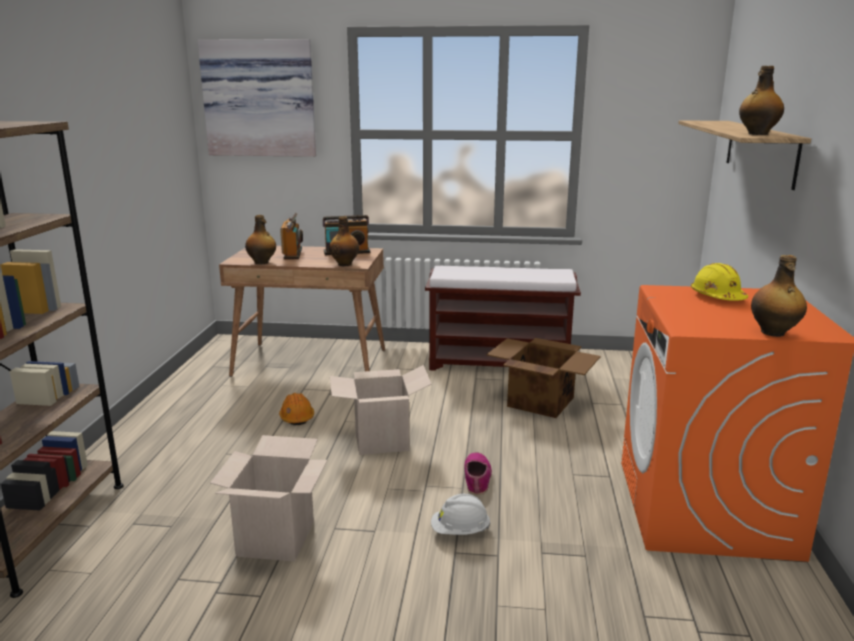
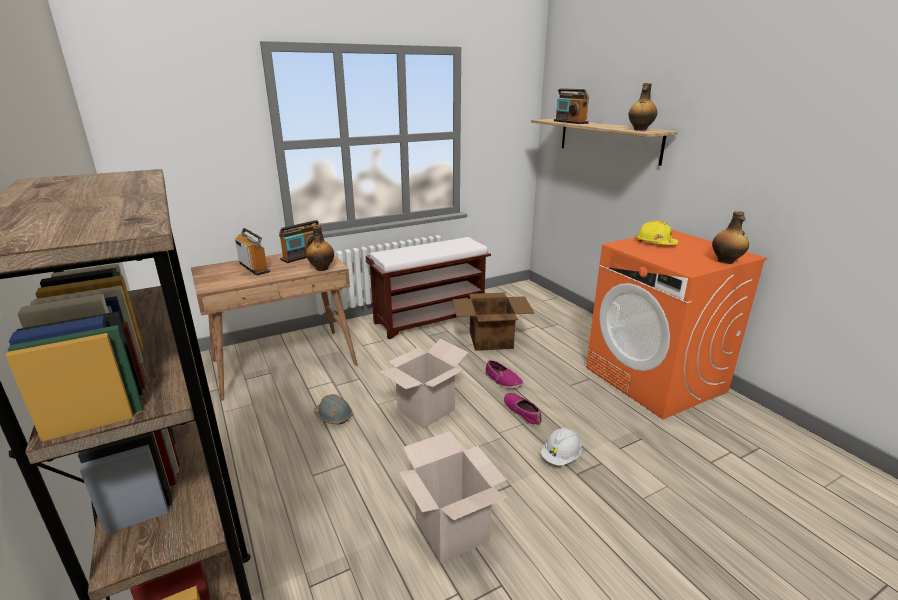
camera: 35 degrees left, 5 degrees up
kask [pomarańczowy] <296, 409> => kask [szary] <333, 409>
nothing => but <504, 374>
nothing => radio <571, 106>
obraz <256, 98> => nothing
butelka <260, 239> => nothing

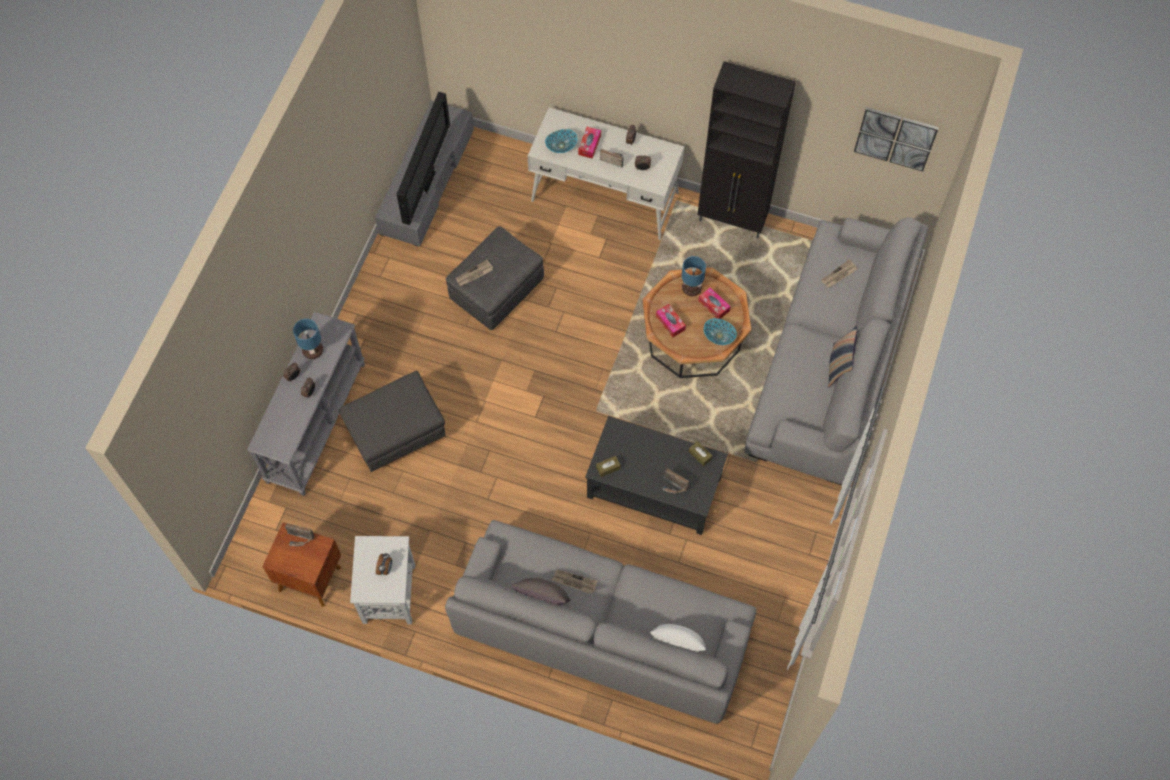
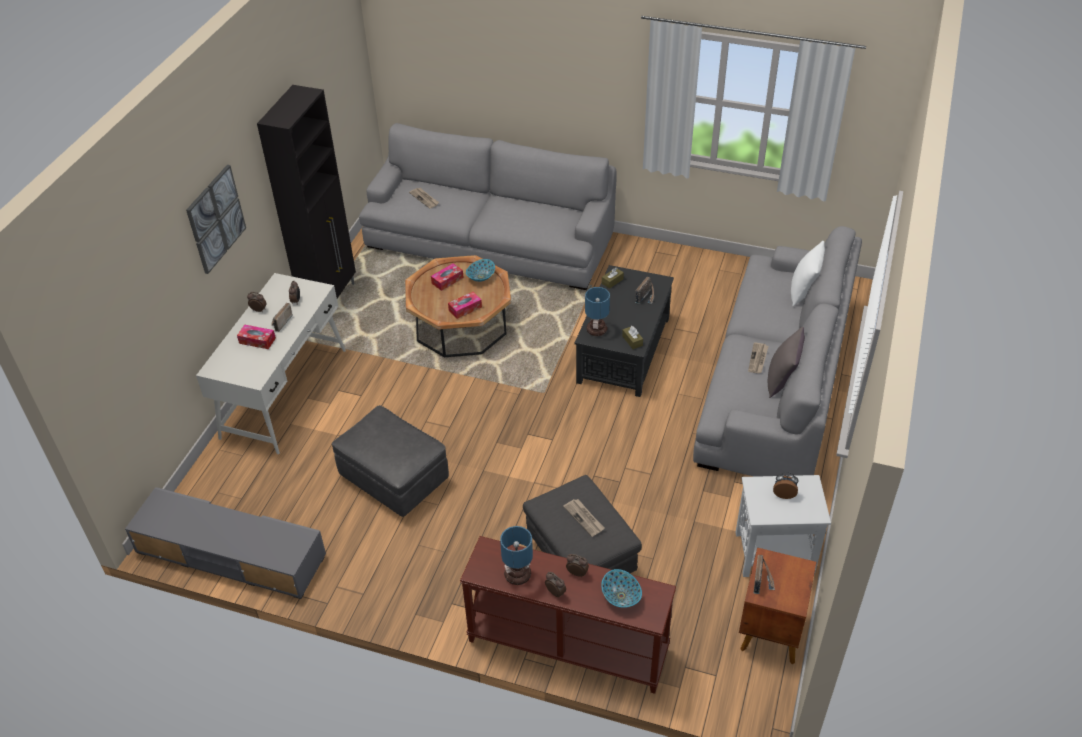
camera: 90 degrees left, 20 degrees down
obraz <896, 139> => obraz <216, 219>, shifted
stolik konsolowy [szary] <306, 404> => stolik konsolowy [brązowy] <568, 615>
gazeta <474, 273> => gazeta <584, 518>, shifted
lampa stołowa <693, 276> => lampa stołowa <597, 311>, shifted
miska <561, 141> => miska <621, 588>, shifted
telewizor <423, 158> => nothing
poduszka <842, 356> => nothing

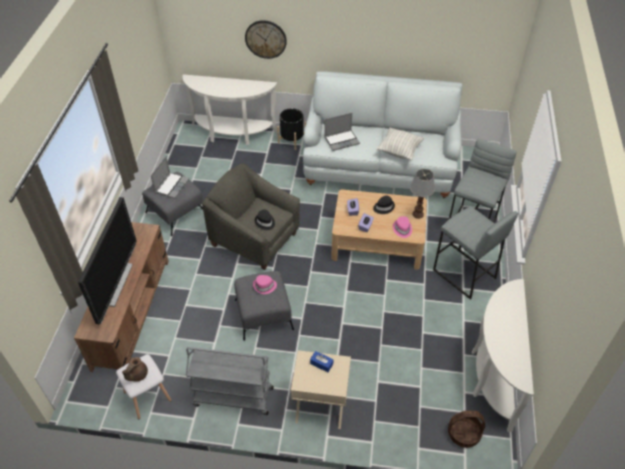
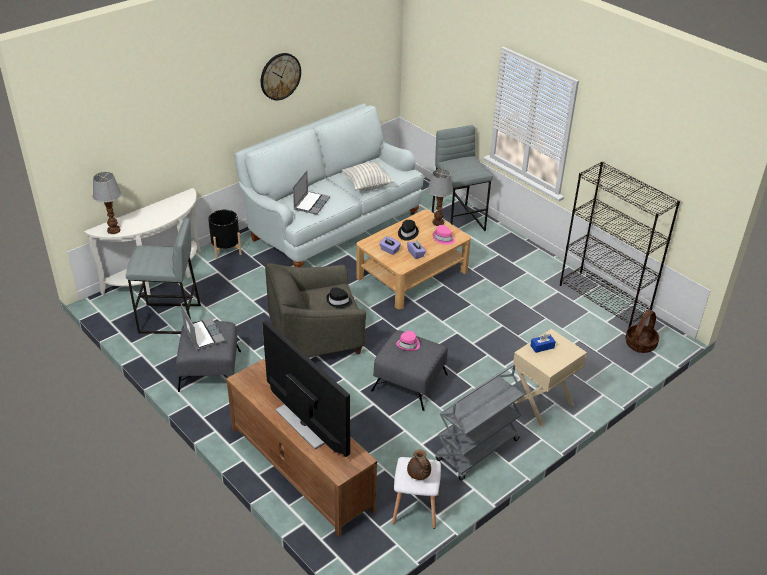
camera: 50 degrees left, 10 degrees down
nothing => lampa stołowa <107, 203>
stołek [szary] <475, 253> => stołek [szary] <163, 276>, shifted
zegar ścienny <266, 39> => zegar ścienny <281, 76>, shifted
stolik konsolowy [biały] <502, 355> => regał [czarny] <620, 244>

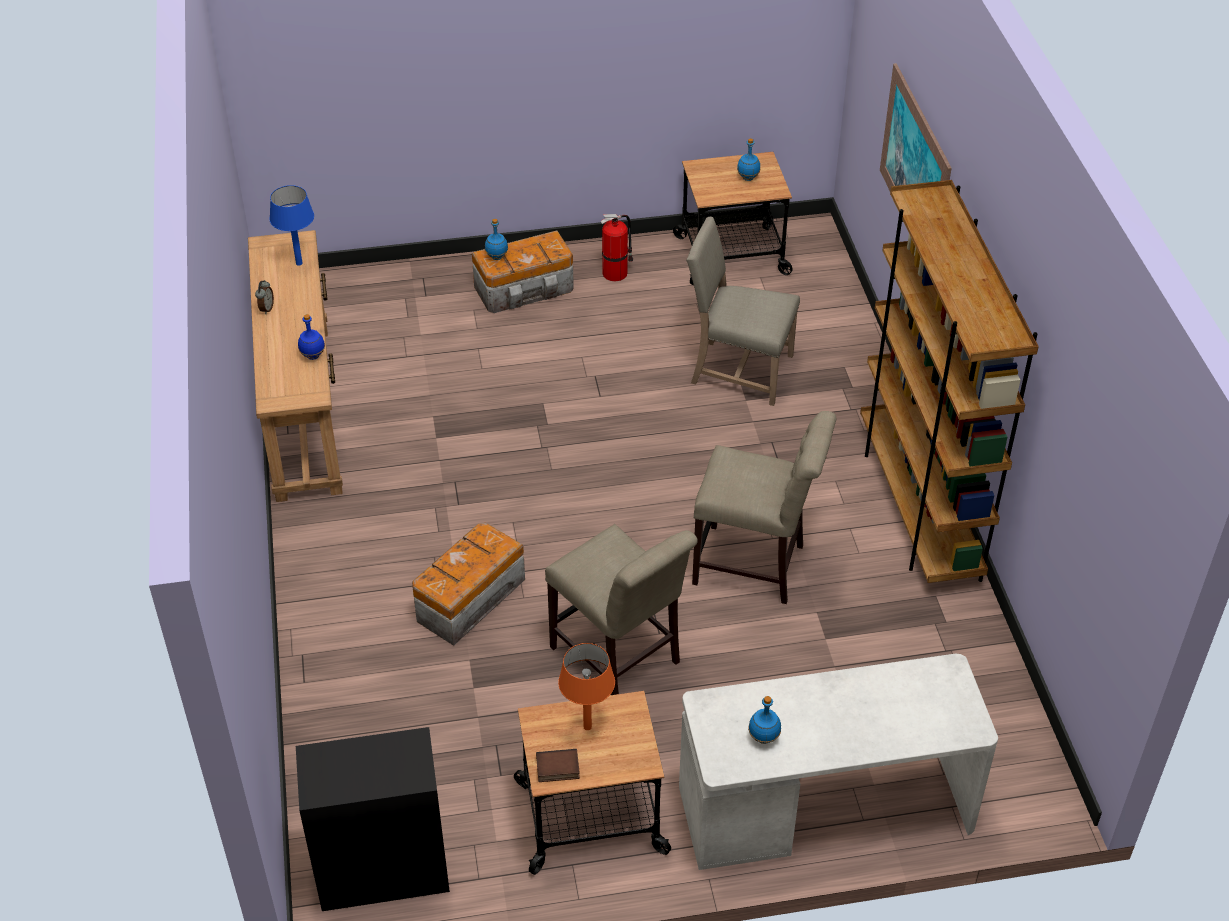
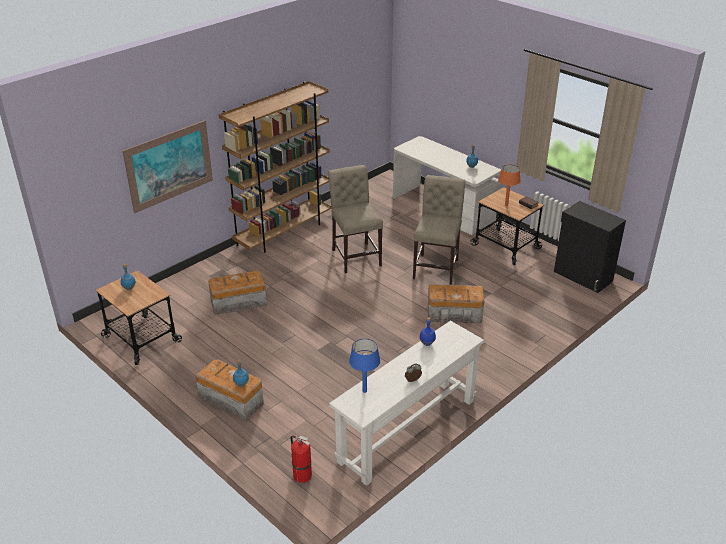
camera: 125 degrees left, 10 degrees down
krzesło [beżowy] <743, 311> => pojemnik do przechowywania <237, 293>
gaśnica <617, 247> => gaśnica <301, 459>, shifted
stolik konsolowy [brązowy] <295, 366> => stolik konsolowy [biały] <406, 403>

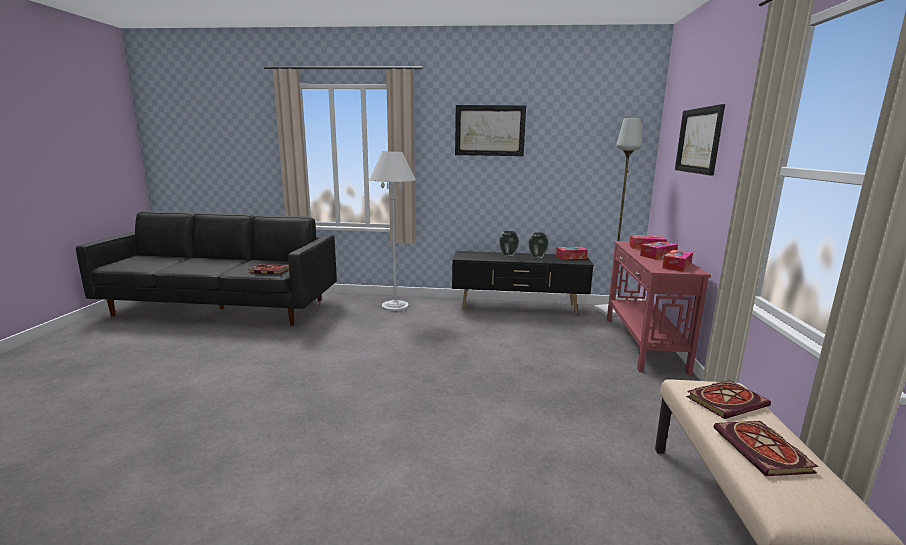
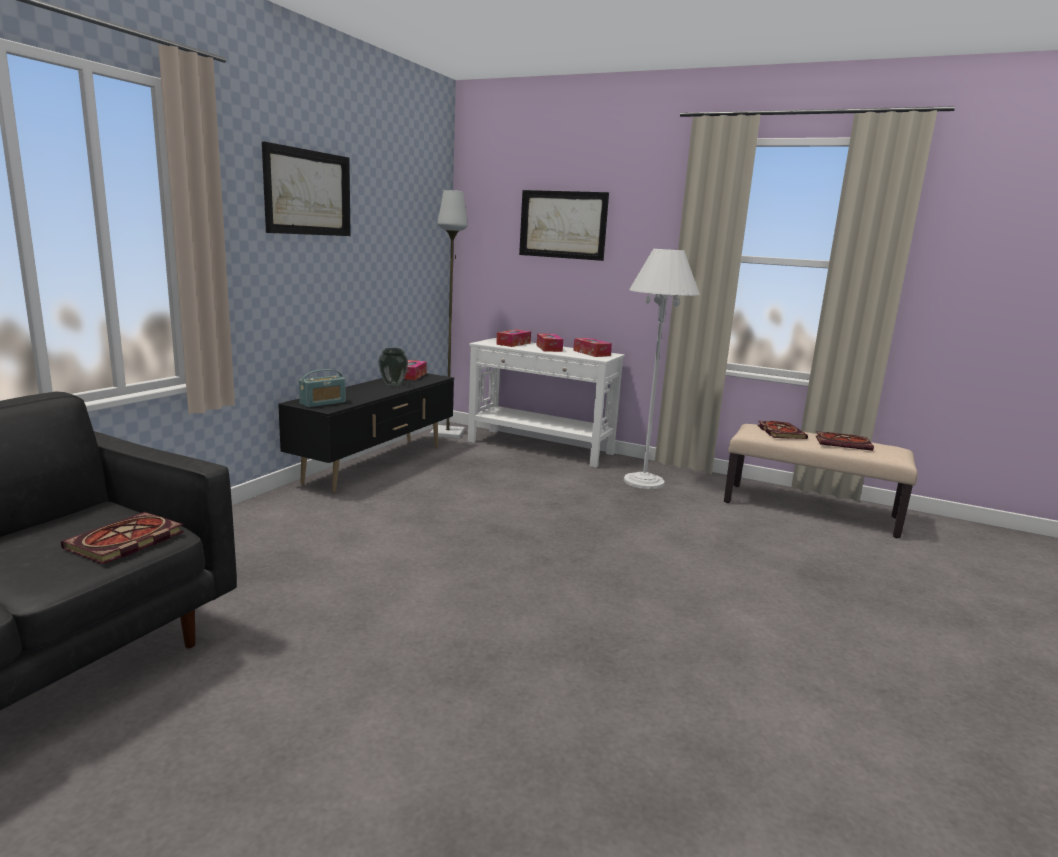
camera: 70 degrees left, 0 degrees up
nothing => radio <322, 388>
stolik konsolowy [czerwony] <659, 308> => stolik konsolowy [biały] <546, 403>
lampa stojąca [biały] <392, 231> => lampa stojąca [biały] <662, 369>, shifted
wazon <509, 244> => nothing

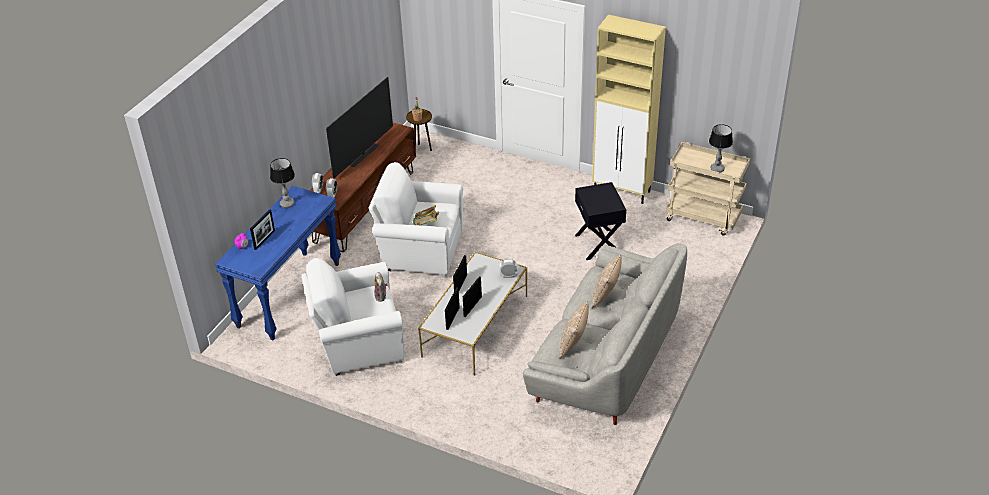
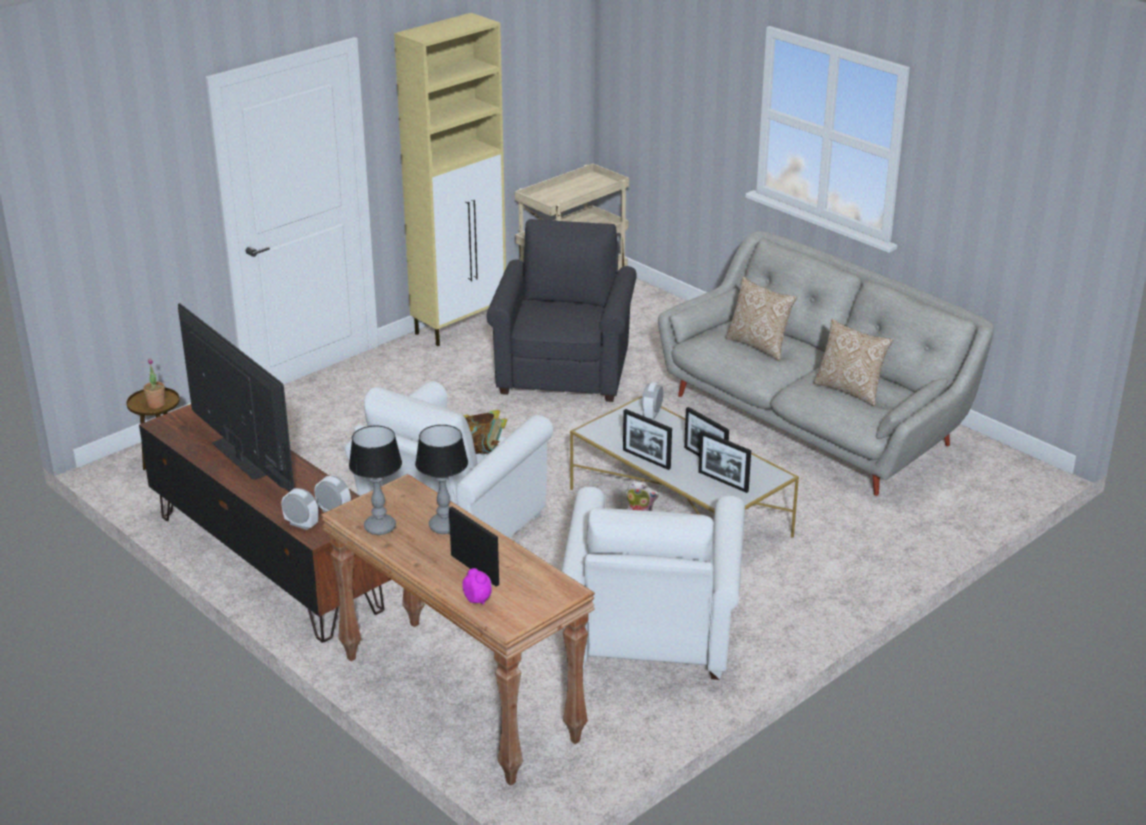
camera: 70 degrees left, 10 degrees down
stolik konsolowy [niebieski] <278, 263> => stolik konsolowy [brązowy] <458, 630>
lampa stołowa <721, 148> => lampa stołowa <441, 479>, shifted
stolik [czarny] <600, 221> => fotel [szary] <561, 310>

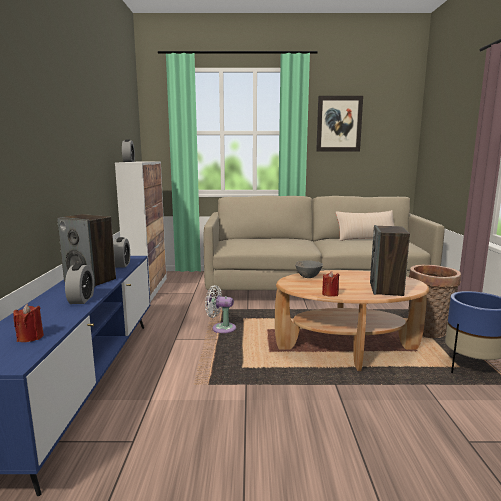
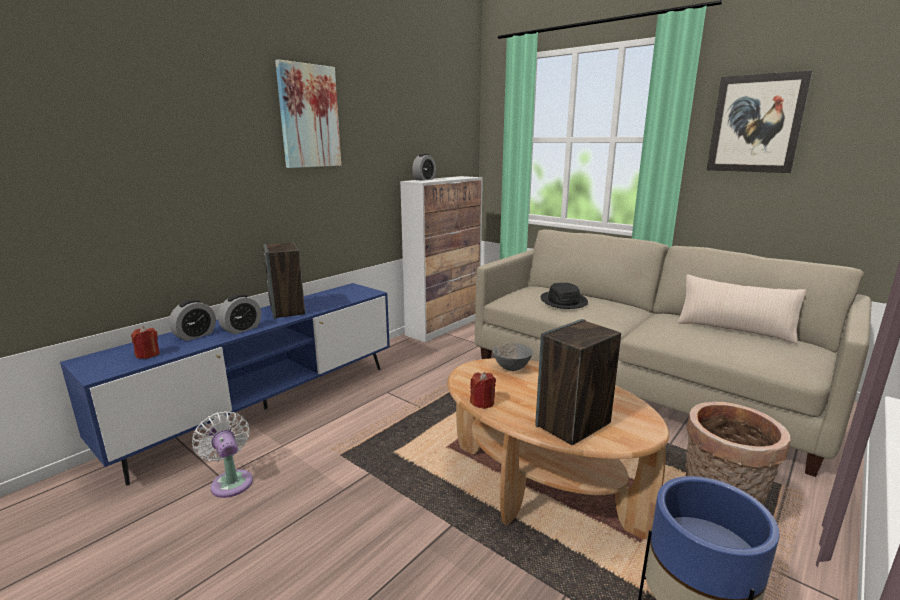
camera: 40 degrees right, 5 degrees up
budzik <121, 252> => budzik <192, 320>, shifted
wentylator [biały] <220, 309> => wentylator [biały] <222, 454>, shifted
nothing => obraz <308, 113>
nothing => kapelusz [czarny] <564, 296>

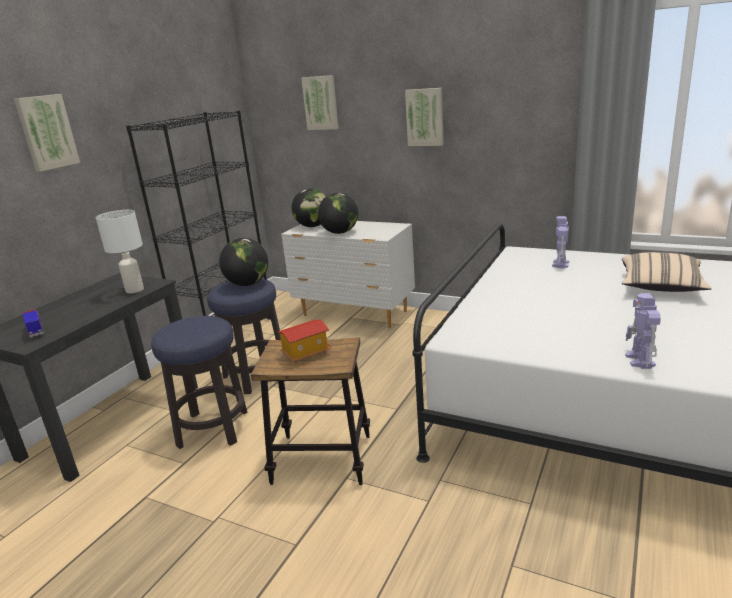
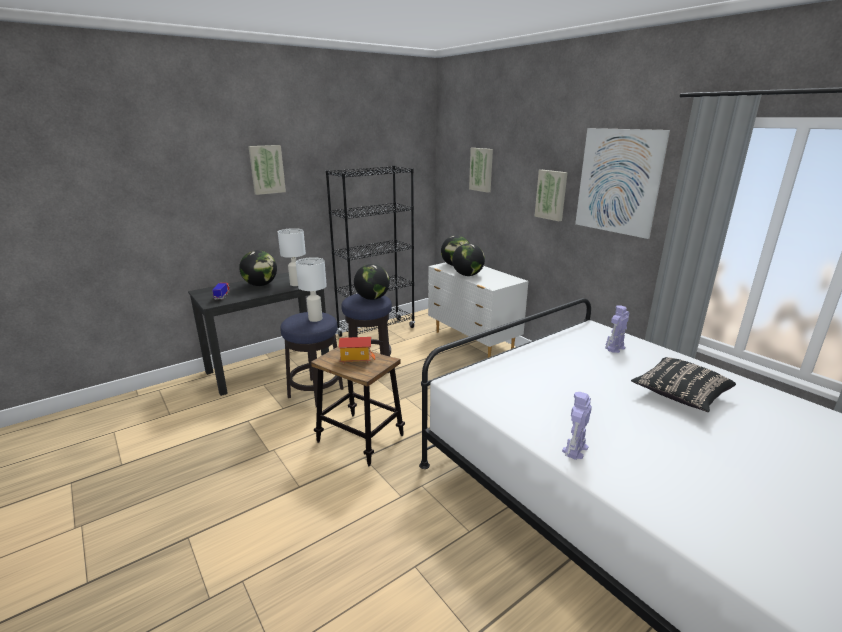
camera: 25 degrees right, 0 degrees up
nothing => globus <258, 268>
nothing => lampa stołowa [biały] <311, 289>
nothing => obraz <622, 183>
poduszka [beżowy] <667, 272> => poduszka [czarny] <683, 384>

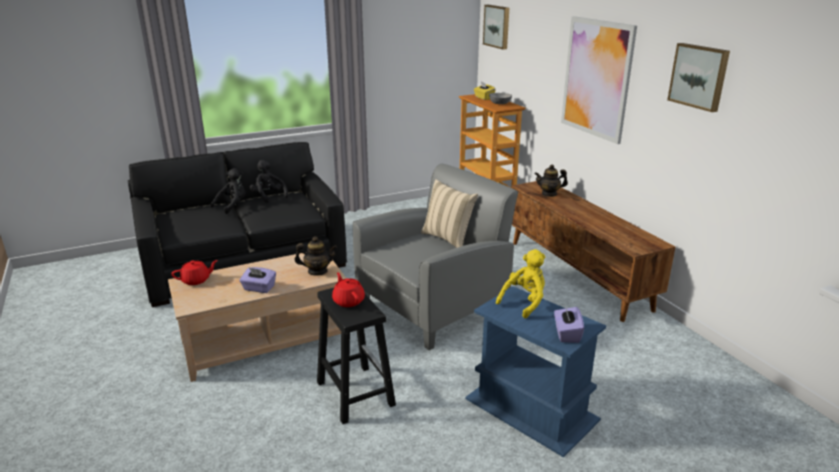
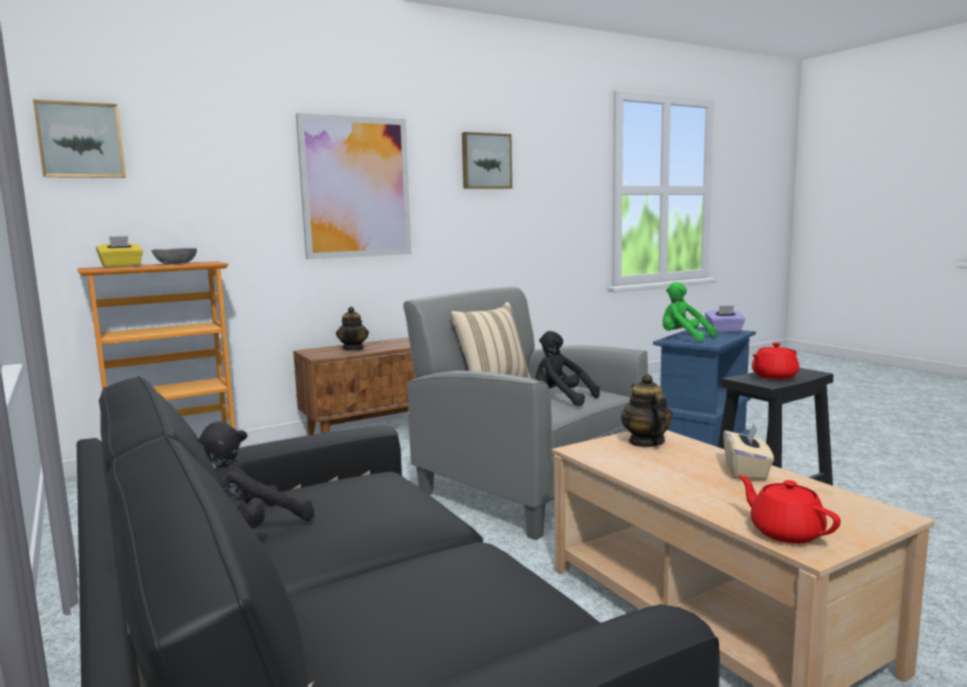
camera: 95 degrees left, 15 degrees down
pluszak [czarny] <228, 191> => pluszak [czarny] <567, 368>, shifted
pluszak [żółty] <520, 283> => pluszak [zielony] <690, 311>
pudełko chusteczek [fioletowy] <258, 280> => pudełko chusteczek [beżowy] <748, 451>

